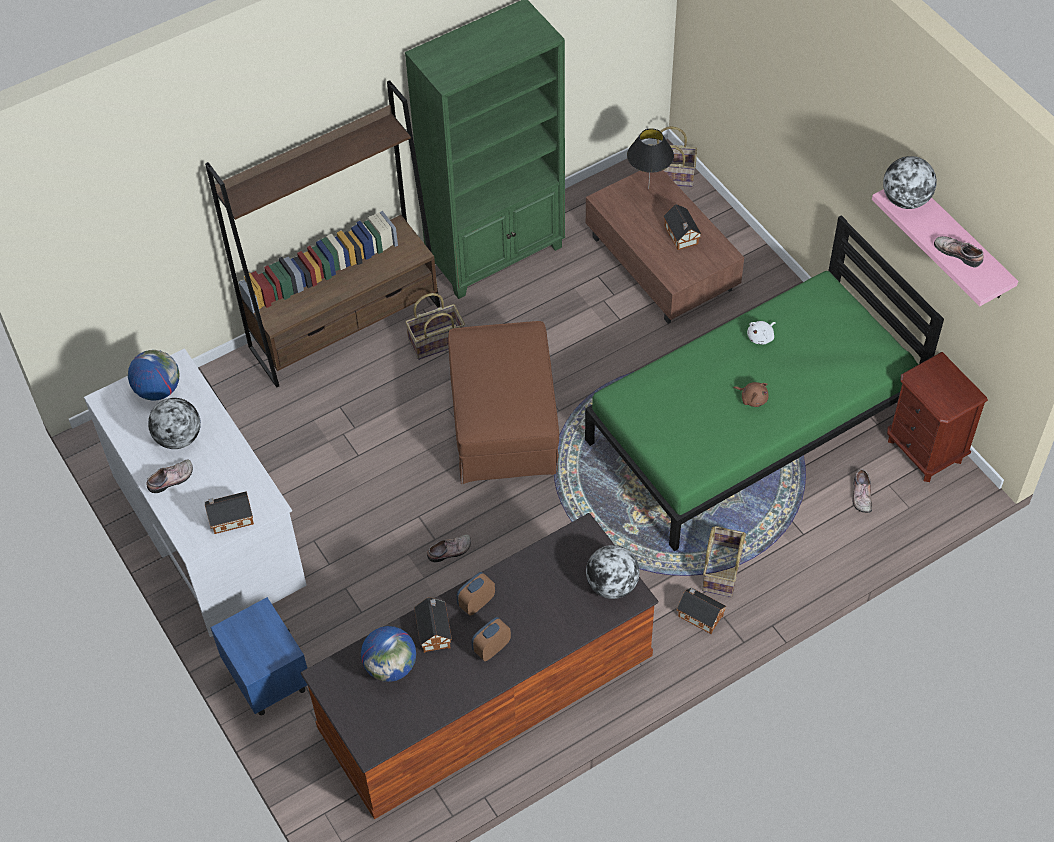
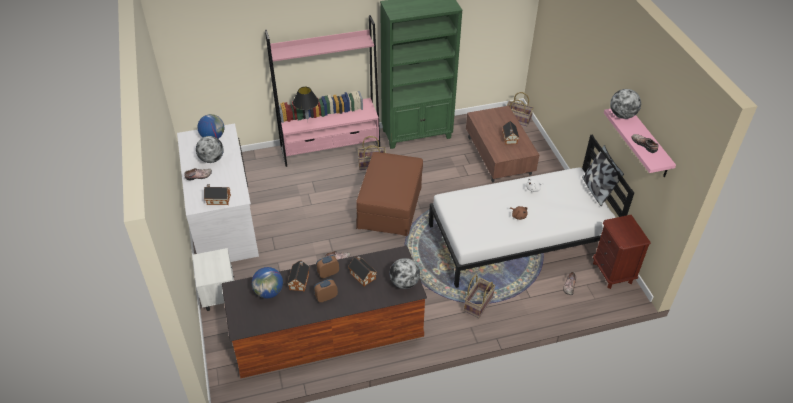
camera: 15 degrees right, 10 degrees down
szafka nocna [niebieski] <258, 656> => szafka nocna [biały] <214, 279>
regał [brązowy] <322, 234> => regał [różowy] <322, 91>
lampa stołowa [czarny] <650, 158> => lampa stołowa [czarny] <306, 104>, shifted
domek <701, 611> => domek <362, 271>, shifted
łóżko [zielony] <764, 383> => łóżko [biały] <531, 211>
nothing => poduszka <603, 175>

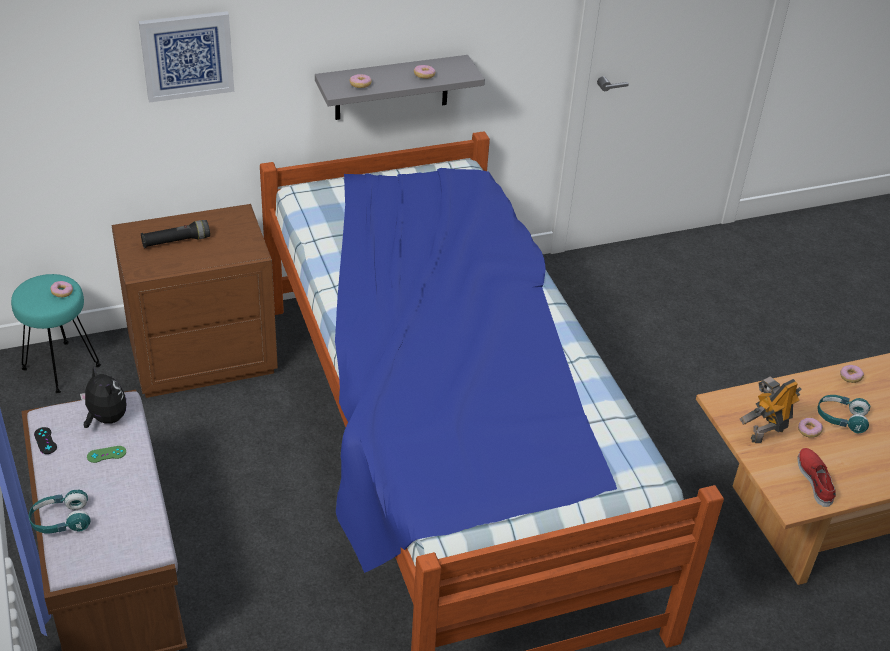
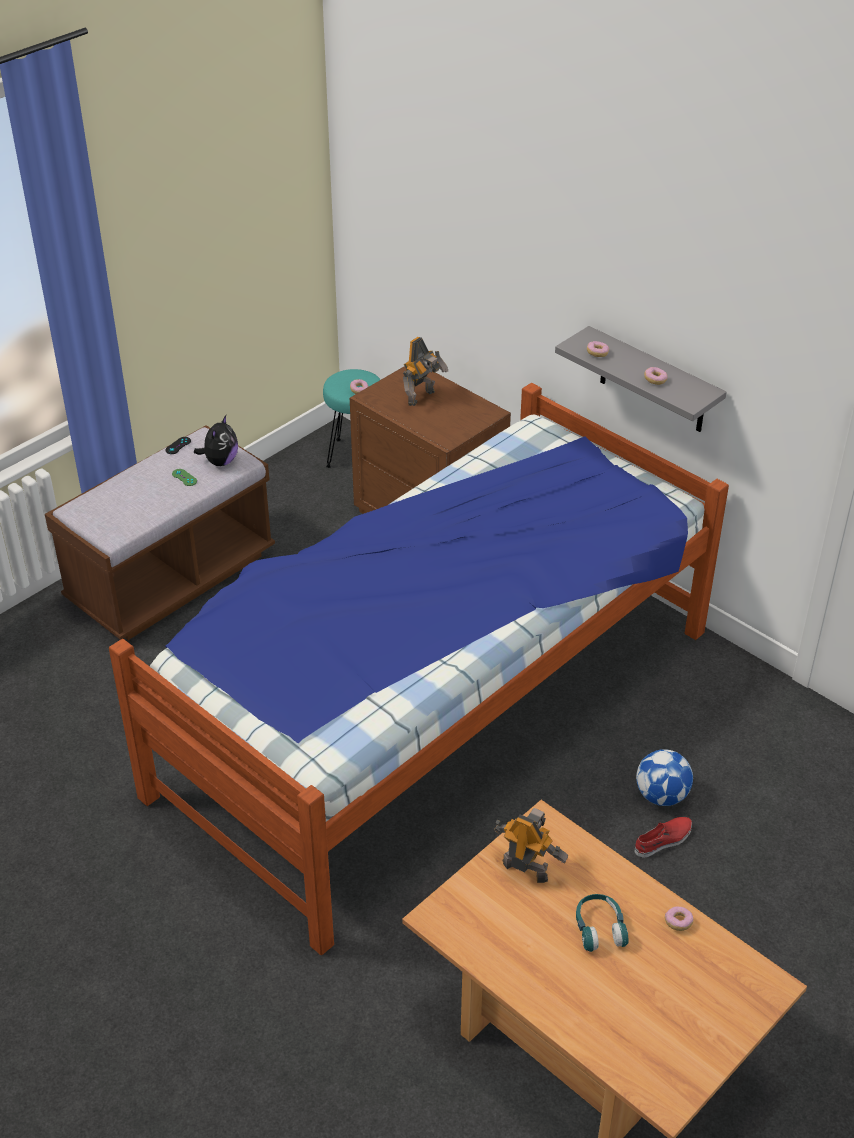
camera: 65 degrees right, 0 degrees up
latarka [czarny] <175, 234> => robot zabawkowy <425, 371>
but [czerwony] <816, 477> => but [czerwony] <663, 837>, shifted
nothing => piłka futbolowa <664, 777>
słuchawki [turkusowy] <60, 512> => nothing
obraz <186, 56> => nothing
donut <810, 428> => nothing

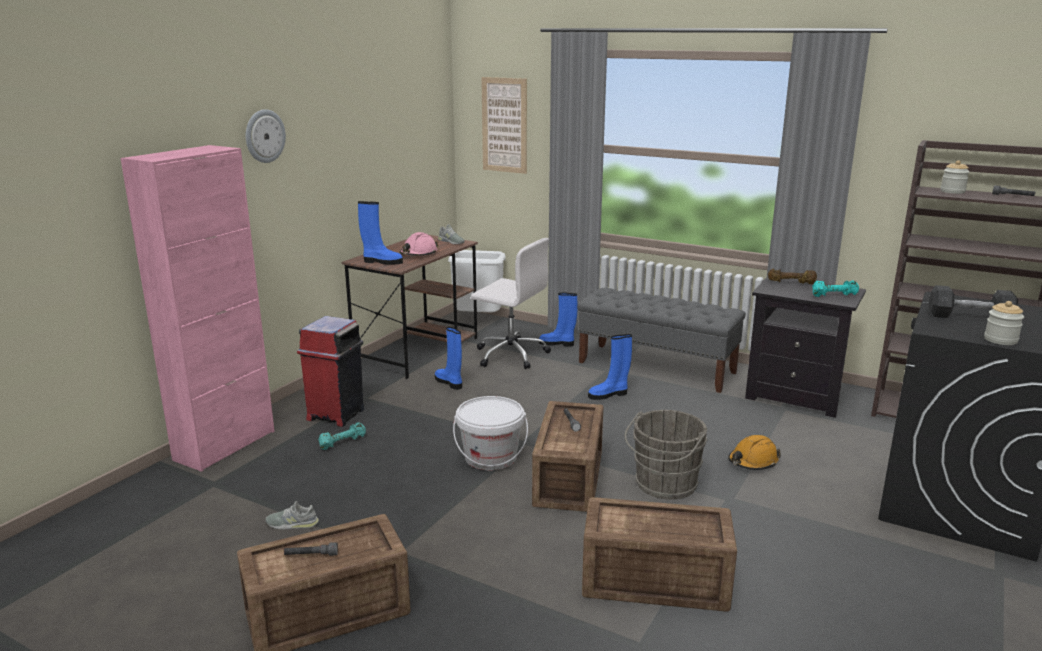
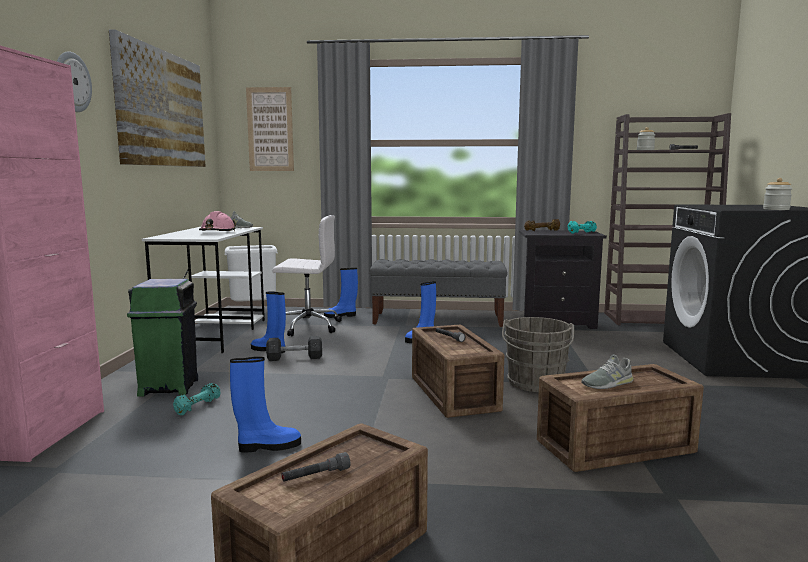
camera: 25 degrees left, 10 degrees down
nothing => obraz <157, 98>
kosz na śmieci [czerwony] <330, 371> => kosz na śmieci [zielony] <162, 337>
biurko [brązowy] <410, 307> => biurko [biały] <203, 290>
but z cholewką [niebieski] <380, 233> => but z cholewką [niebieski] <265, 405>, shifted
hantel [szary] <973, 301> => hantel [szary] <294, 348>, shifted
but [szary] <292, 515> => but [szary] <607, 371>, shifted
wiadro [biały] <490, 433> => nothing
kask [pomarańczowy] <754, 452> => nothing

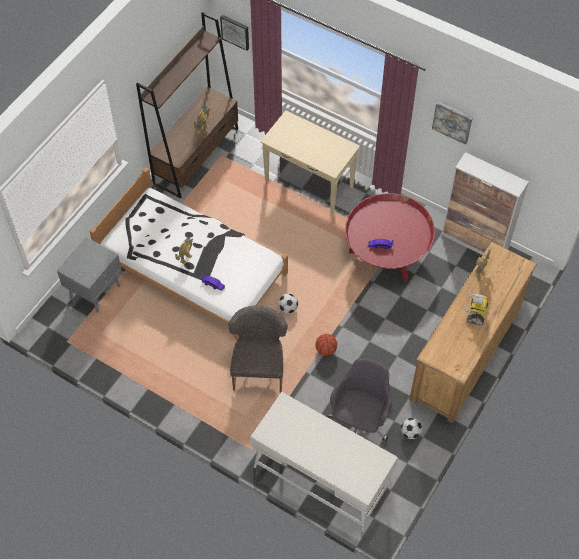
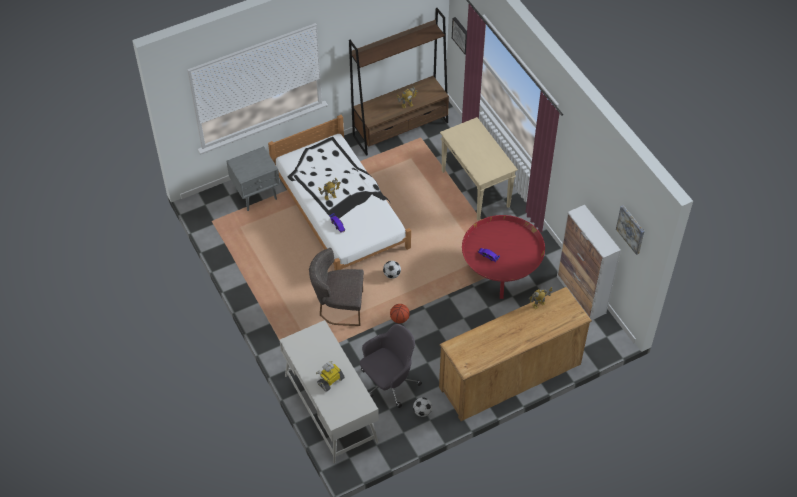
camera: 30 degrees right, 5 degrees down
krzesło [szary] <258, 349> => krzesło [szary] <336, 287>, 120 degrees counterclockwise
robot zabawkowy <477, 309> => robot zabawkowy <330, 376>, shifted
obraz <452, 123> => obraz <630, 230>, shifted

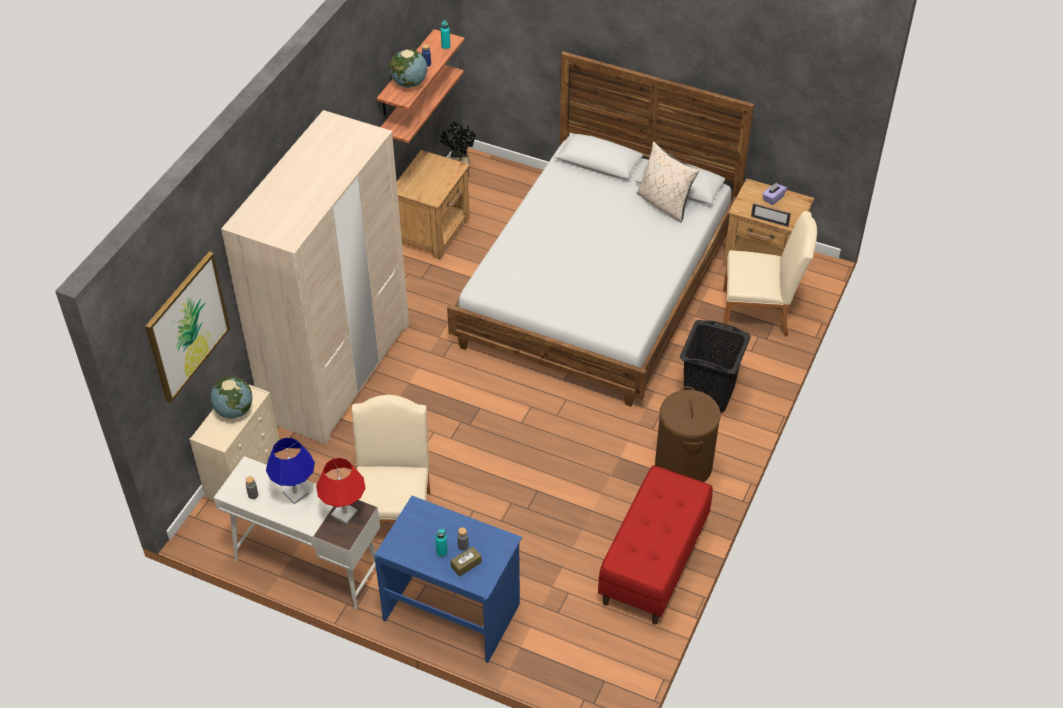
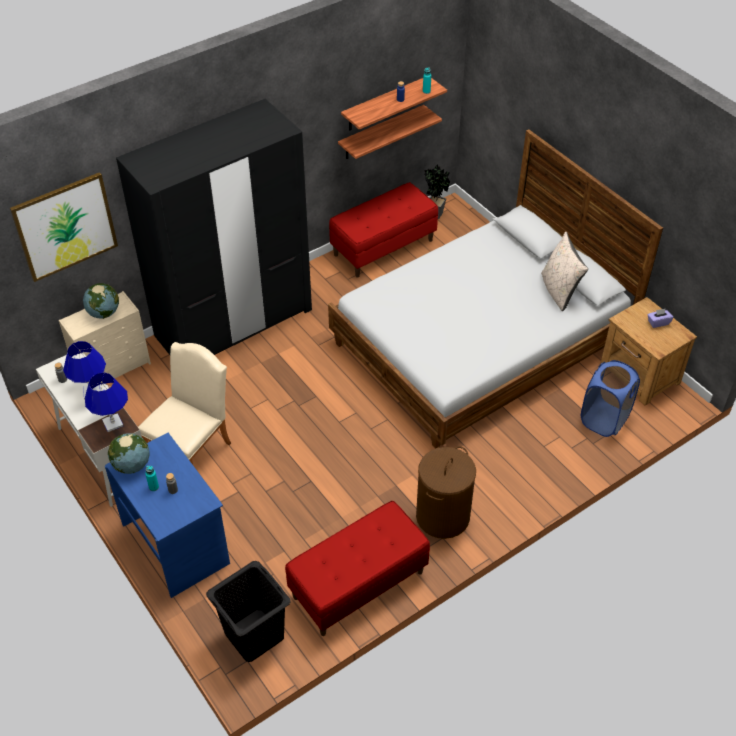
camera: 30 degrees right, 0 degrees up
lampa stołowa [czerwony] <340, 491> => lampa stołowa [niebieski] <106, 402>
globus <408, 68> => globus <128, 453>, shifted
szafa [beżowy] <315, 277> => szafa [czarny] <214, 227>
kosz na pranie [czarny] <715, 366> => kosz na pranie [czarny] <248, 611>, shifted
szafka nocna [brązowy] <433, 205> => ławka [czerwony] <383, 229>
krzesło [beżowy] <770, 273> => kosz na pranie [niebieski] <610, 398>
pudełko chusteczek [brązowy] <466, 561> => nothing
ramka na zdjęcie <771, 215> => nothing

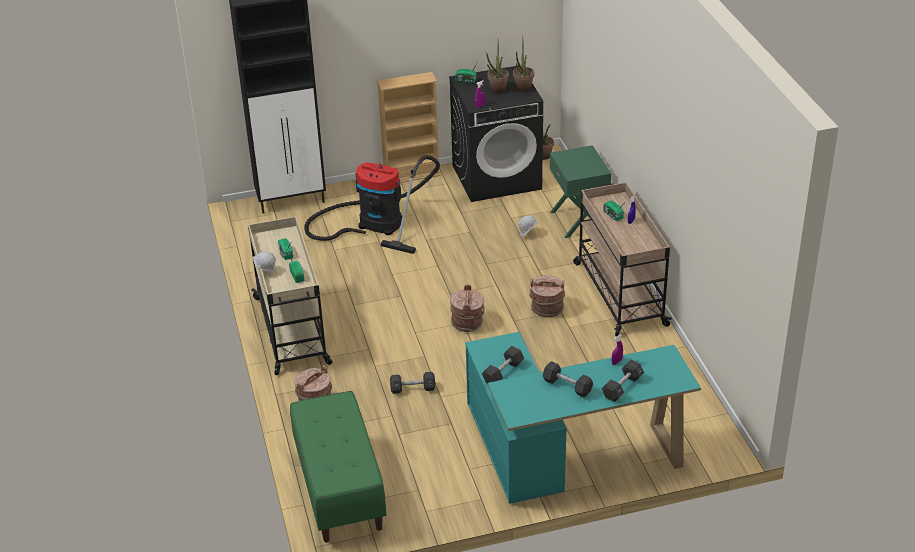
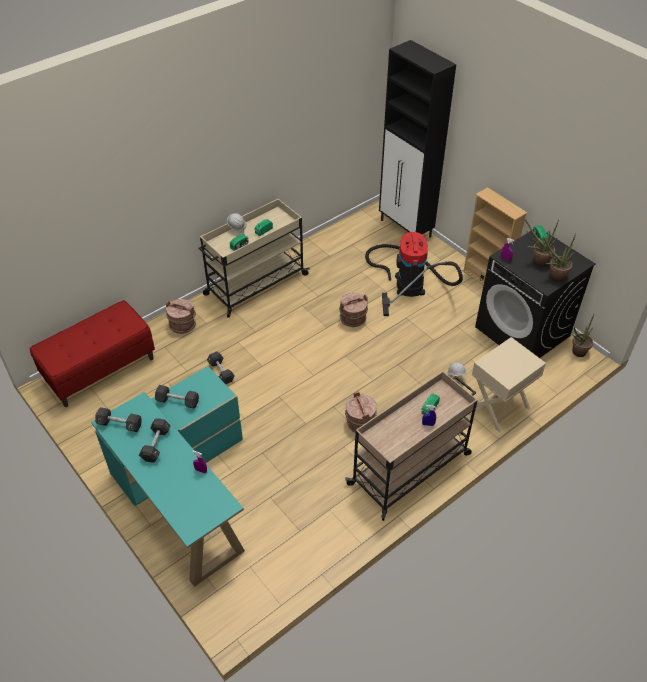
camera: 65 degrees right, 10 degrees up
ławka [zielony] <338, 466> => ławka [czerwony] <92, 353>
hantel [czarny] <623, 381> => hantel [czarny] <118, 419>, shifted
wiadro [brązowy] <467, 308> => wiadro [brązowy] <353, 310>, shifted
szafka nocna [zielony] <580, 191> => szafka nocna [beżowy] <509, 384>

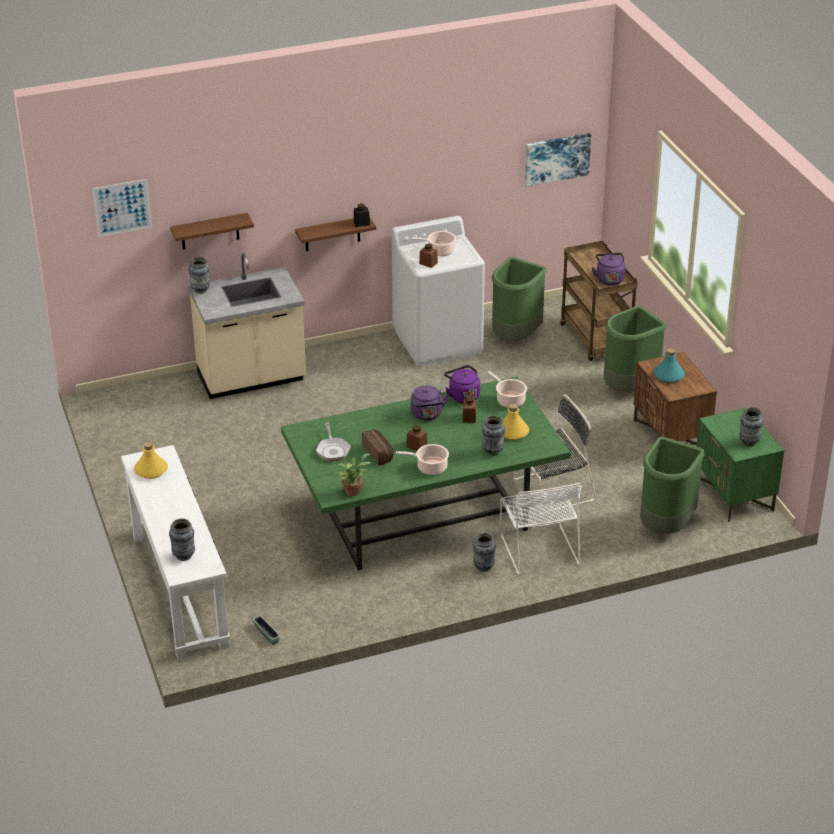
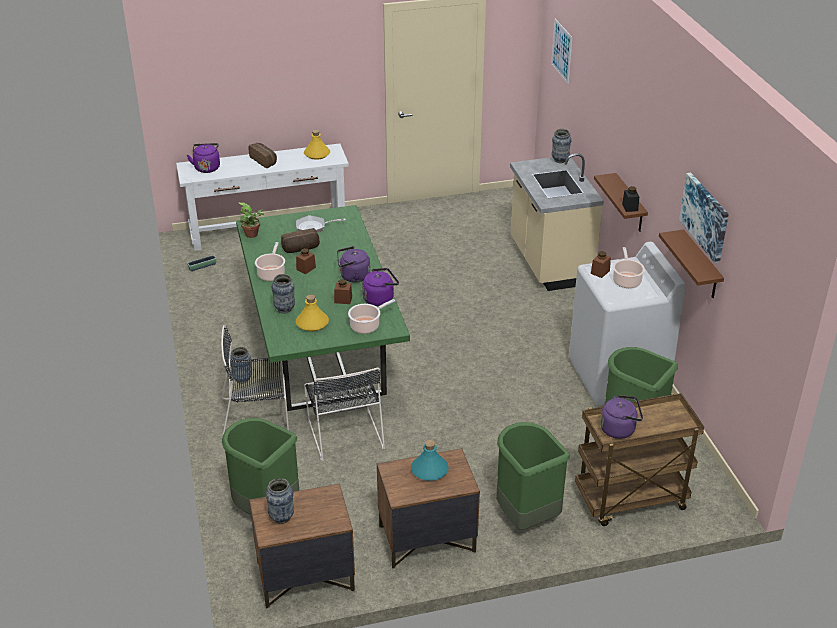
camera: 95 degrees right, 0 degrees up
wazon <182, 539> => czajnik [fioletowy] <203, 158>
krzesło [biały] <541, 529> => krzesło [czarny] <255, 381>
nothing => chleb <262, 155>
szafka nocna [zielony] <740, 464> => szafka nocna [brązowy] <302, 546>
półka [brązowy] <212, 231> => półka [brązowy] <691, 263>, shifted
obraz <558, 159> => obraz <704, 218>, shifted

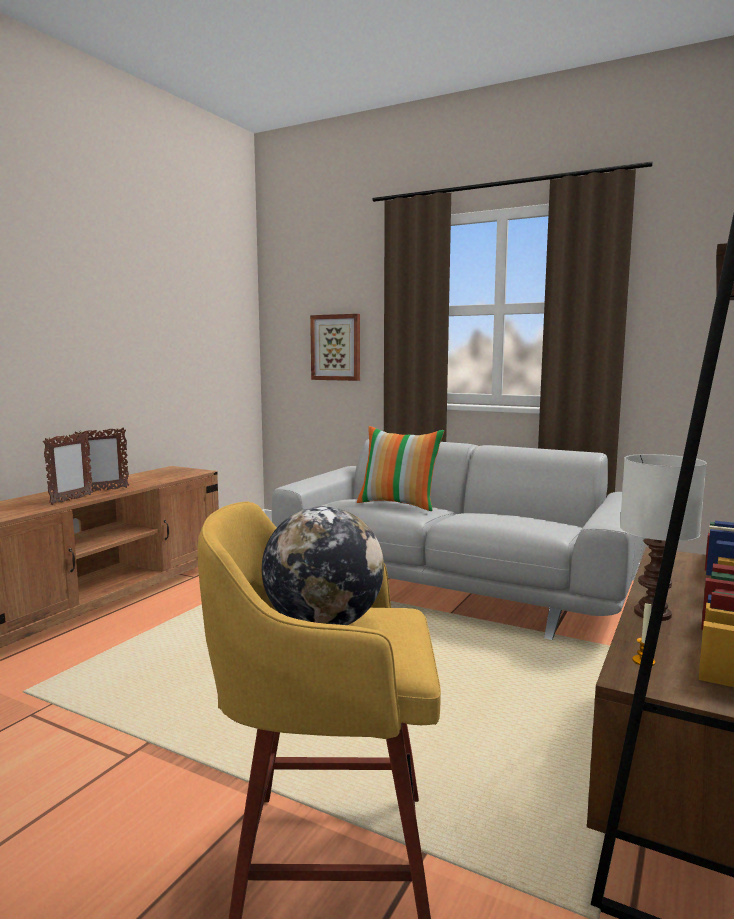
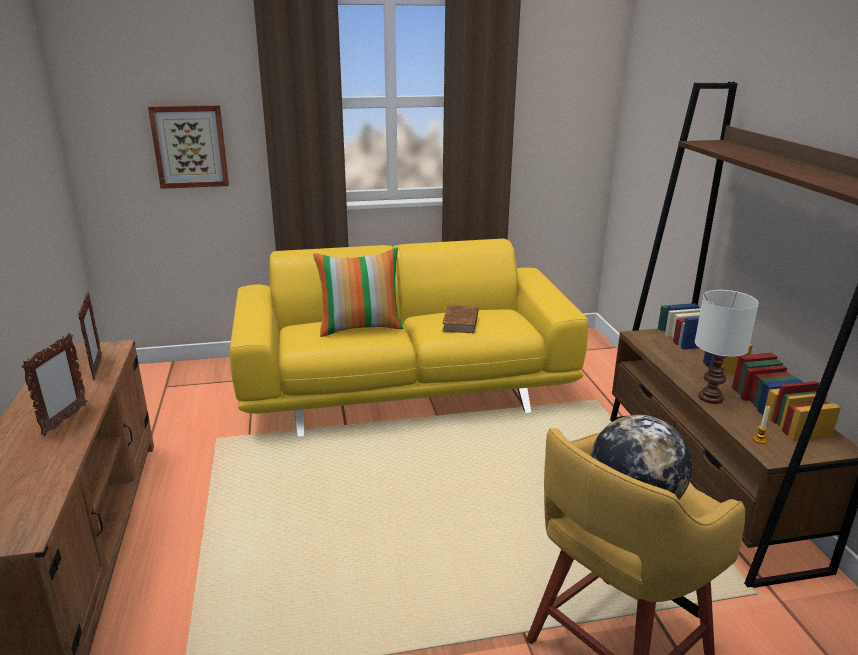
camera: 40 degrees left, 15 degrees up
ramka na zdjęcie <68, 468> => ramka na zdjęcie <90, 336>, shifted
kanapa [szary] <458, 539> => kanapa [żółty] <409, 338>
nothing => książka [brązowy] <460, 319>

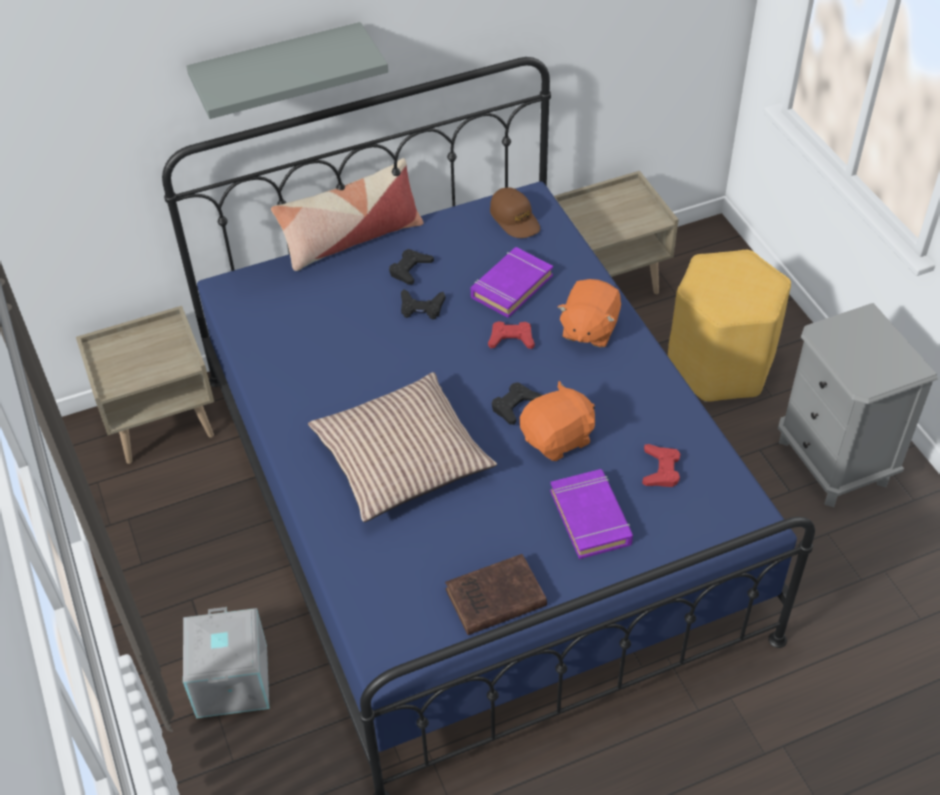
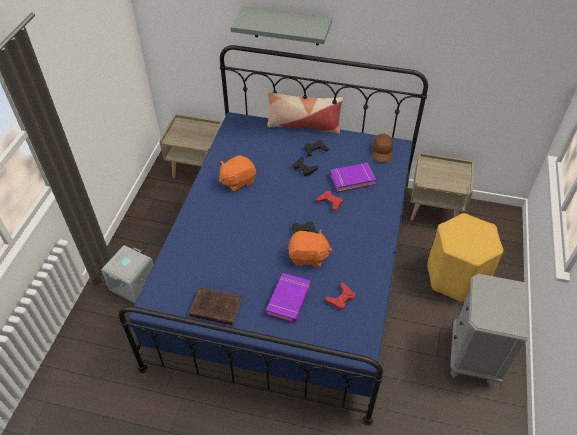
camera: 35 degrees right, 0 degrees up
pluszak [pomarańczowy] <589, 313> => pluszak [pomarańczowy] <237, 173>, shifted
poduszka <402, 447> => nothing

